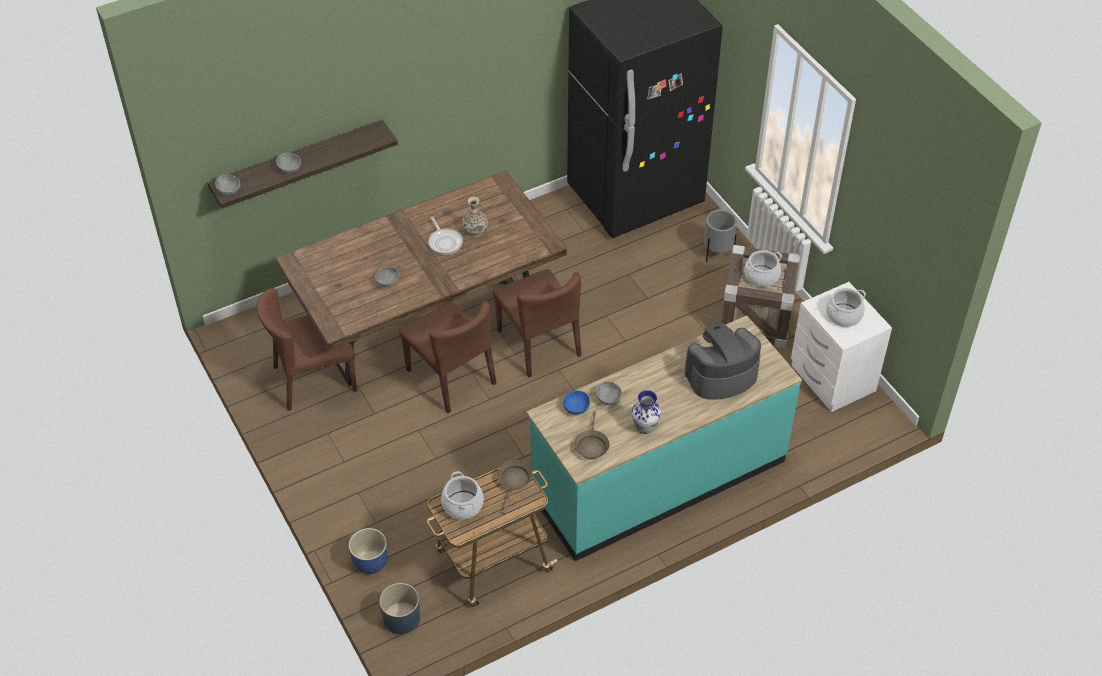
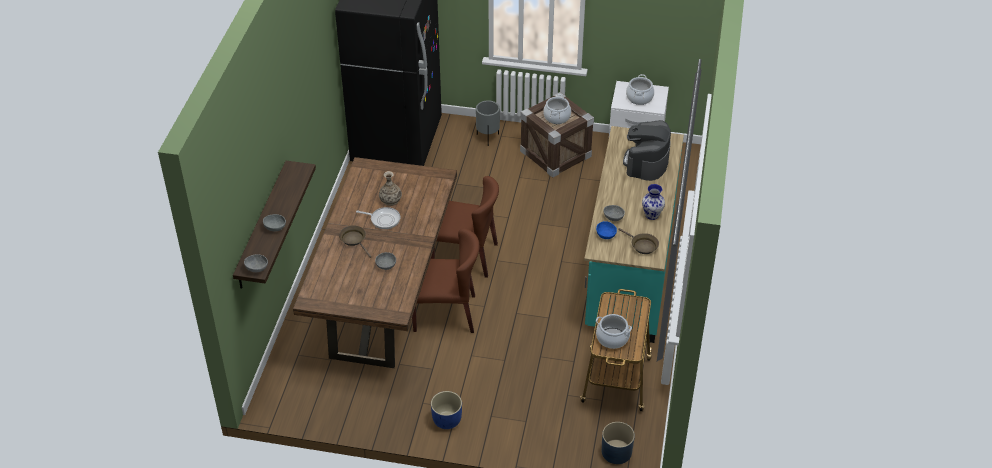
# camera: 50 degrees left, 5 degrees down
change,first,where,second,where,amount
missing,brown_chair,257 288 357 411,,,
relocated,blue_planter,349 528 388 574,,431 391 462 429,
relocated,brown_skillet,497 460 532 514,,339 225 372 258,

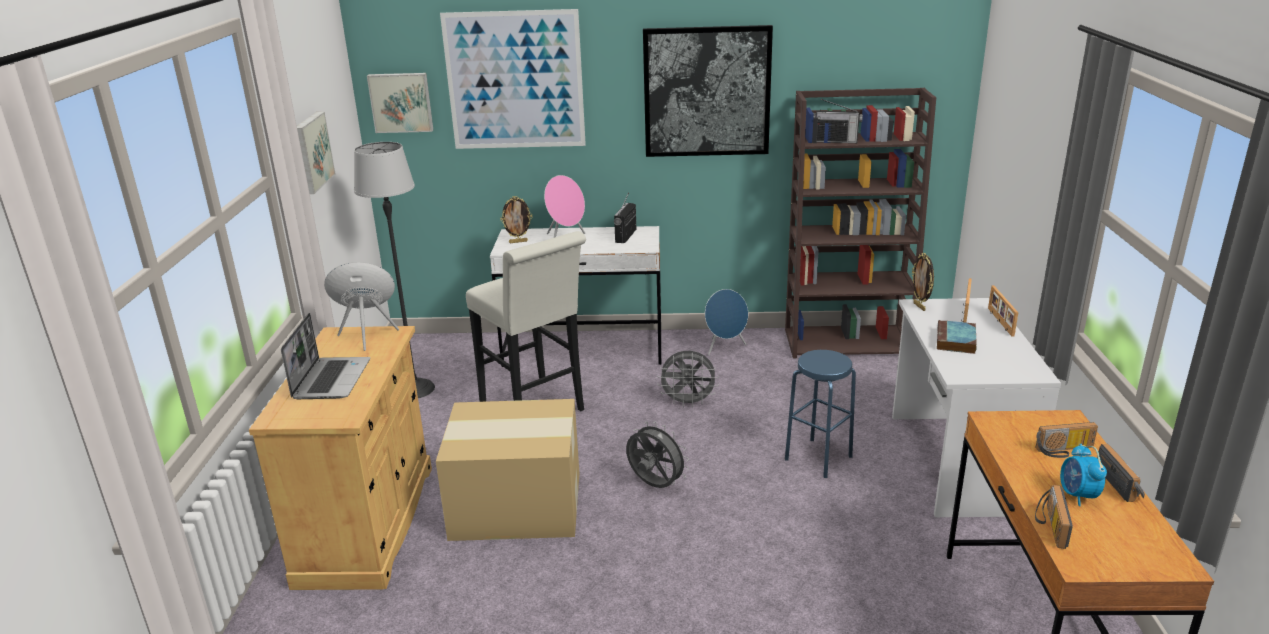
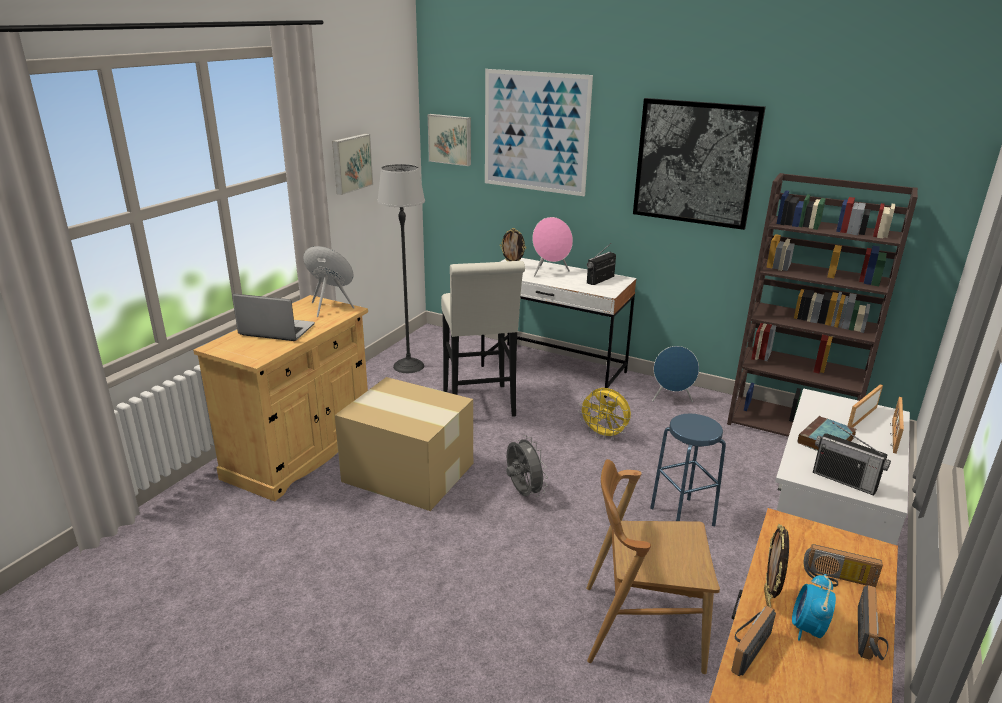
# camera: 25 degrees right, 0 degrees up
change,first,where,second,where,amount
spun,notebook_computer,281 313 370 399,,232 294 315 341,105 degrees counterclockwise
colour,grey_cooling_fan,657 351 719 407,yellowish_cooling_fan,578 388 631 440,
relocated,radio_set,813 99 863 143,,813 422 891 496,
relocated,picture_frame,912 253 934 311,,764 524 789 607,
appeared,,,brown_chair,586 459 720 674,

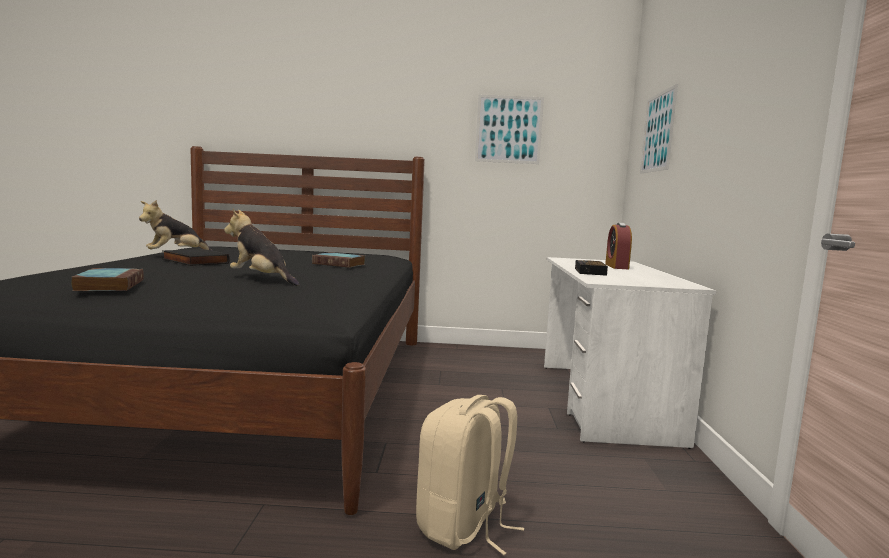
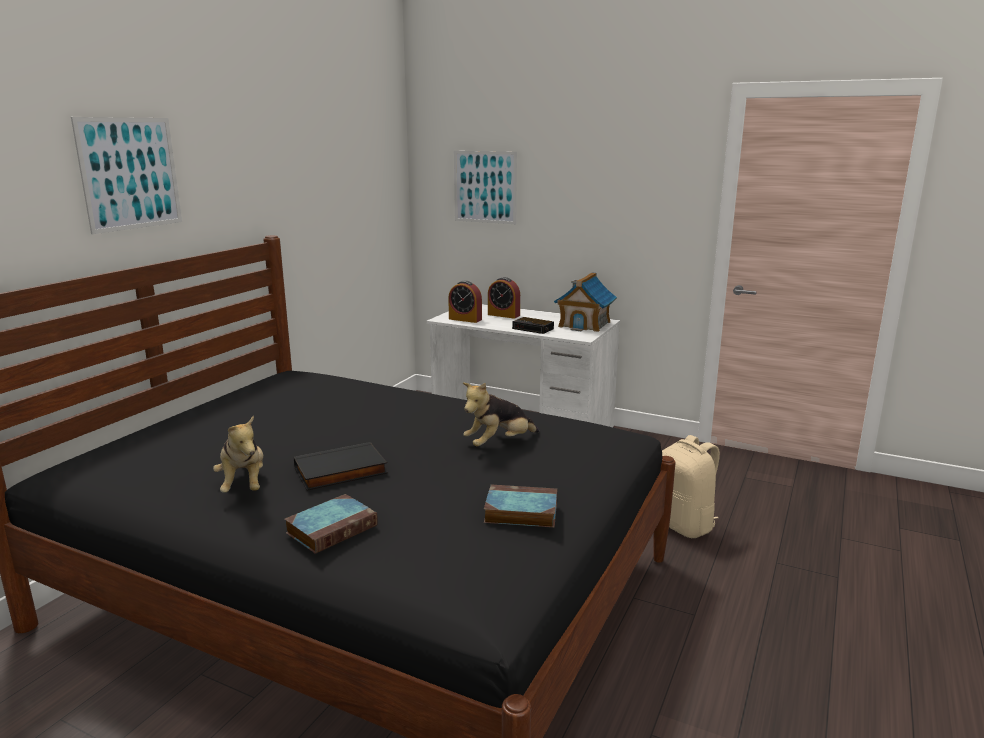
# camera: 65 degrees left, 10 degrees up
change,first,where,second,where,amount
relocated,volume,312 252 365 268,,285 494 378 554,
relocated,picture,475 95 544 164,,71 117 182 234,
appeared,,,alarm_clock,448 280 482 323,
appeared,,,toy_house,554 273 617 332,

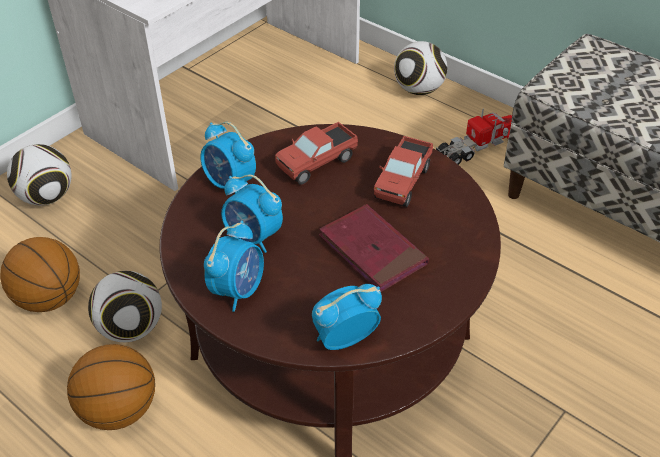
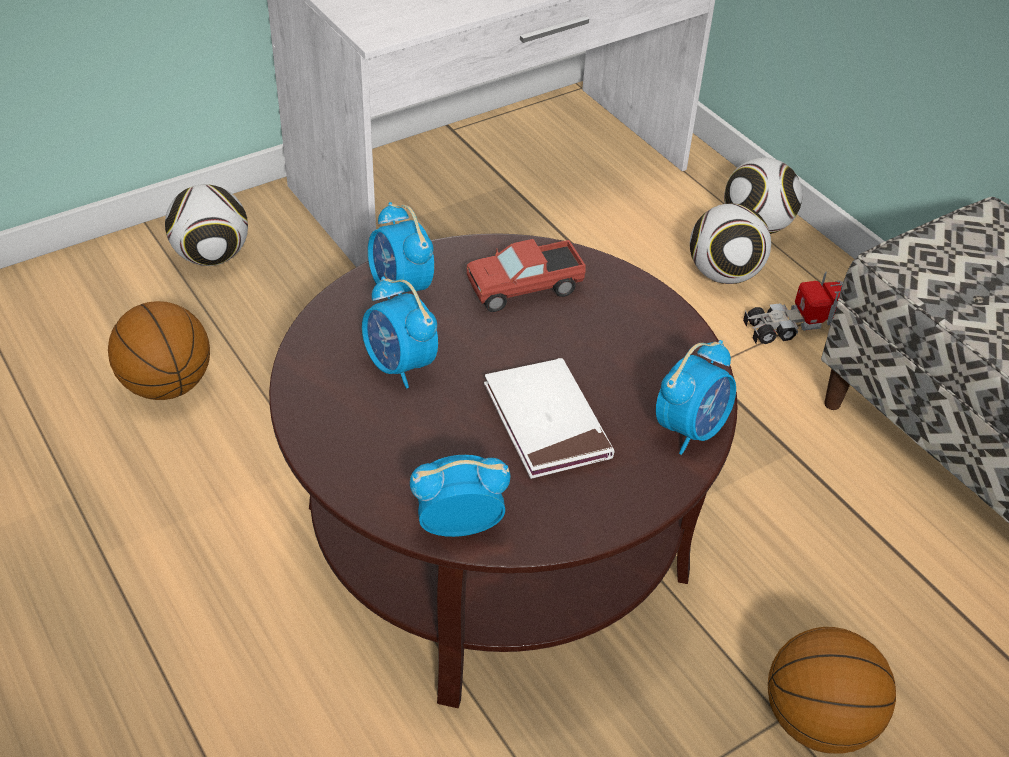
# camera: 15 degrees right, 0 degrees up
change,first,where,second,where,amount
relocated,basketball,67 344 155 430,,768 627 896 754,
relocated,football,88 271 162 342,,690 203 771 284,
relocated,alarm_clock,204 221 264 312,,656 340 736 455,
colour,red-coloured_volume,319 204 429 292,white-coloured_volume,484 358 614 479,
missing,model_truck,374 136 433 207,,,

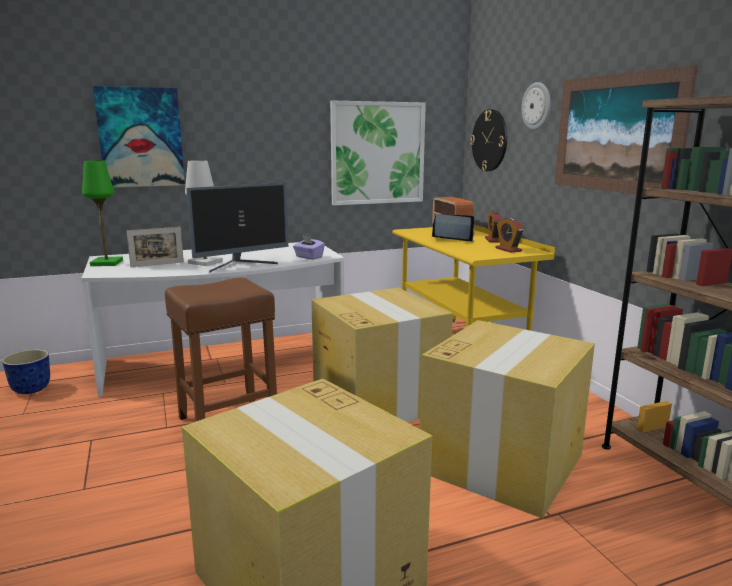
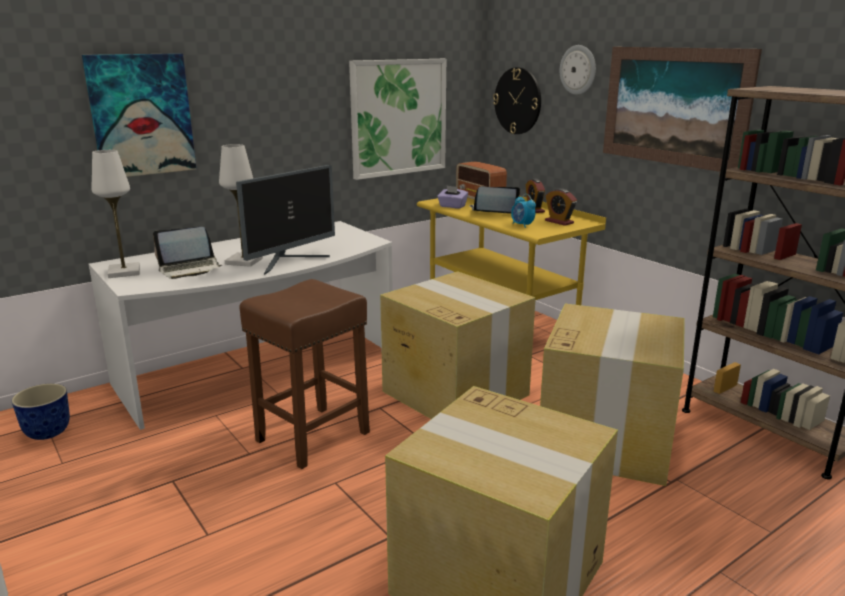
# camera: 15 degrees left, 5 degrees up
change,first,where,second,where,amount
colour,green_table_lamp,82 160 123 266,white-coloured_table_lamp,92 150 140 278,
exchanged,picture_frame,126 227 184 267,notebook_computer,153 227 222 279,
relocated,purplish_tissue_box,293 235 325 260,,437 185 468 209,
appeared,,,alarm_clock,511 194 536 228,

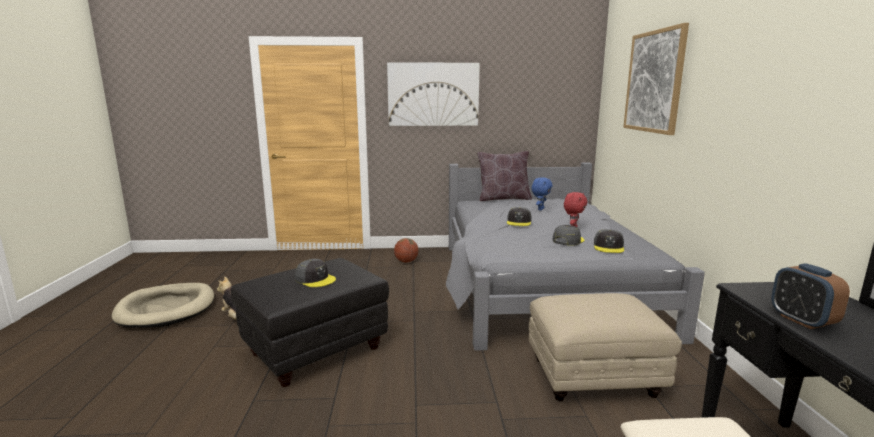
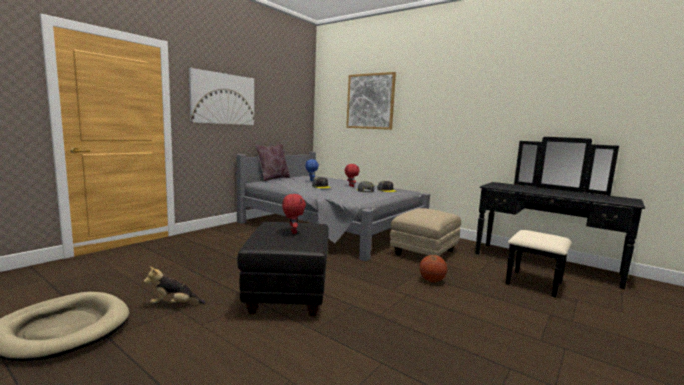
# camera: 50 degrees left, 5 degrees down
change,first,where,second,where,amount
exchanged,grey_peaked_cap,295 259 336 287,red-coloured_cuddly_toy,282 194 306 234,
relocated,basketball,394 238 419 263,,419 255 447 282,
missing,alarm_clock,771 263 850 329,,,

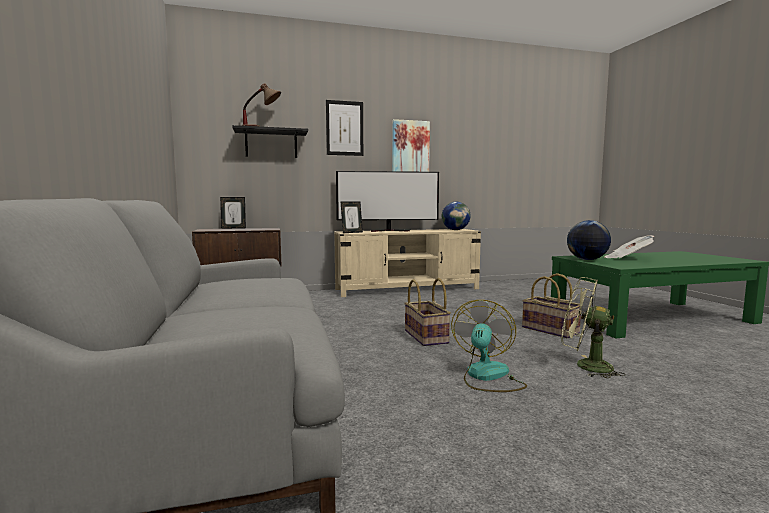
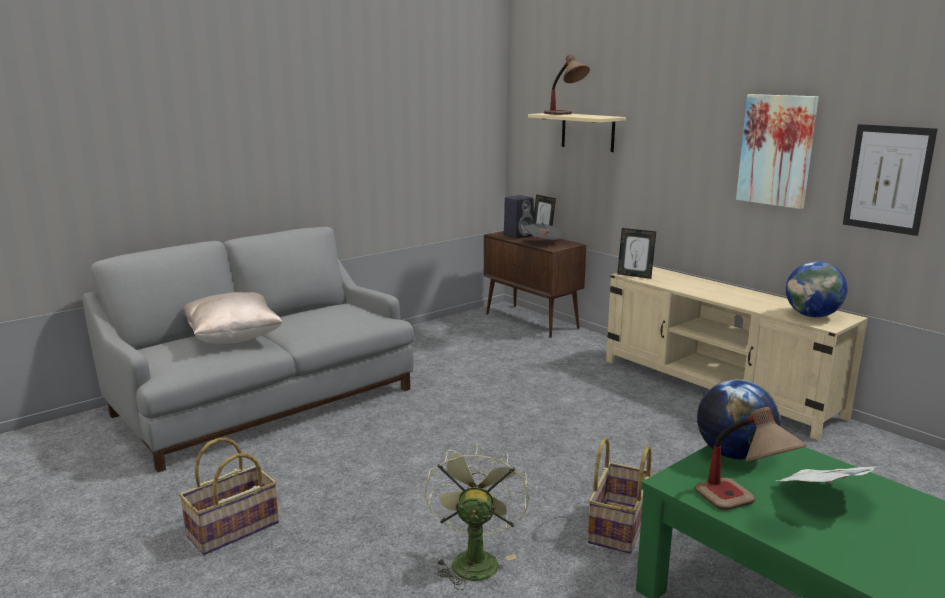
# camera: 65 degrees right, 10 degrees up
change,first,where,second,where,amount
colour,black-coloured_bracket_shelf,232 125 308 158,beige_bracket_shelf,528 113 626 152,
relocated,picture,326 100 363 156,,843 124 938 236,
missing,television,336 171 439 232,,,
relocated,household_basket,404 278 451 346,,179 438 279 555,
missing,cooling_fan,451 300 527 392,,,
appeared,,,beige_pillow,183 292 282 344,
appeared,,,black-coloured_audio_speaker,504 195 534 238,
appeared,,,daily_paper,522 223 564 239,
appeared,,,table_lamp,695 407 807 510,

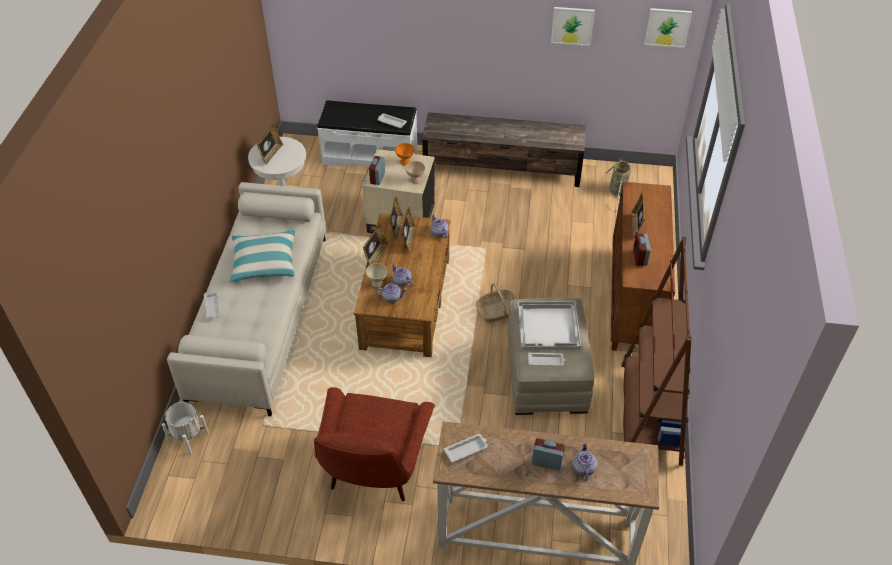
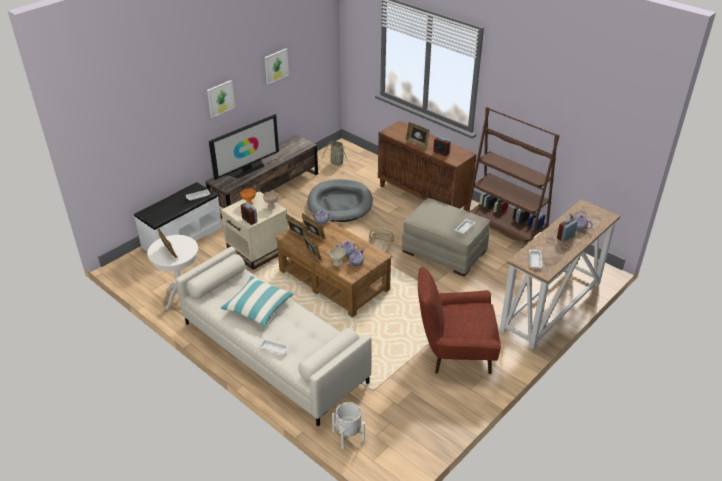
# camera: 55 degrees left, 10 degrees down
change,first,where,second,where,amount
spun,red-coloured_lounge_chair,314 387 435 501,,418 267 501 374,135 degrees clockwise
missing,white-coloured_tray,518 301 581 350,,,
relocated,picture,644 8 692 48,,207 80 235 118,
appeared,,,television,209 114 279 180,
appeared,,,grey_dog_bed,307 179 373 222,

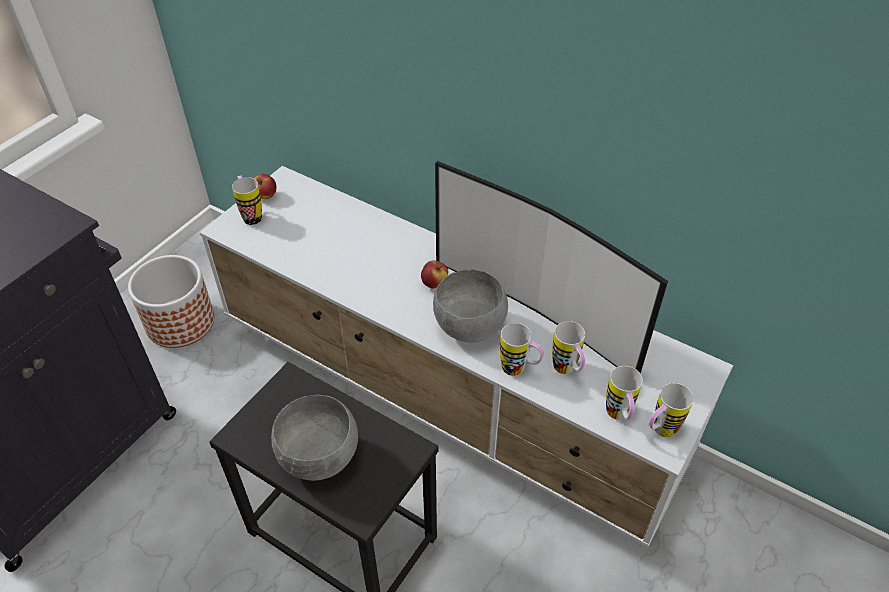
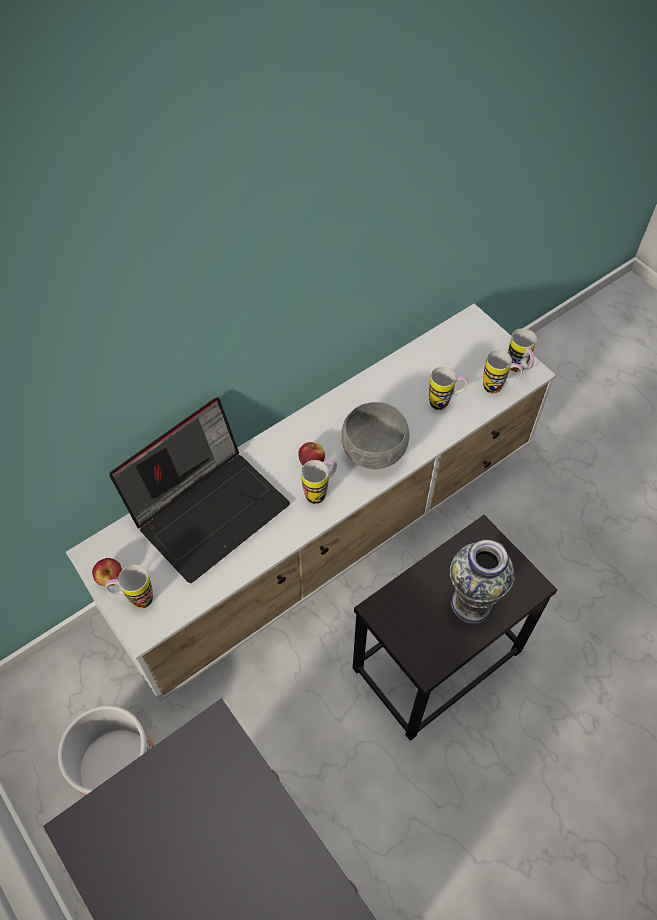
# camera: 70 degrees left, 10 degrees up
change,first,where,second,where,amount
exchanged,grey_bowl,271 395 358 481,decorative_vase,450 540 515 624,
missing,television,435 161 668 374,,,
relocated,mug,500 323 544 376,,301 460 337 504,
appeared,,,notebook_computer,109 397 290 583,

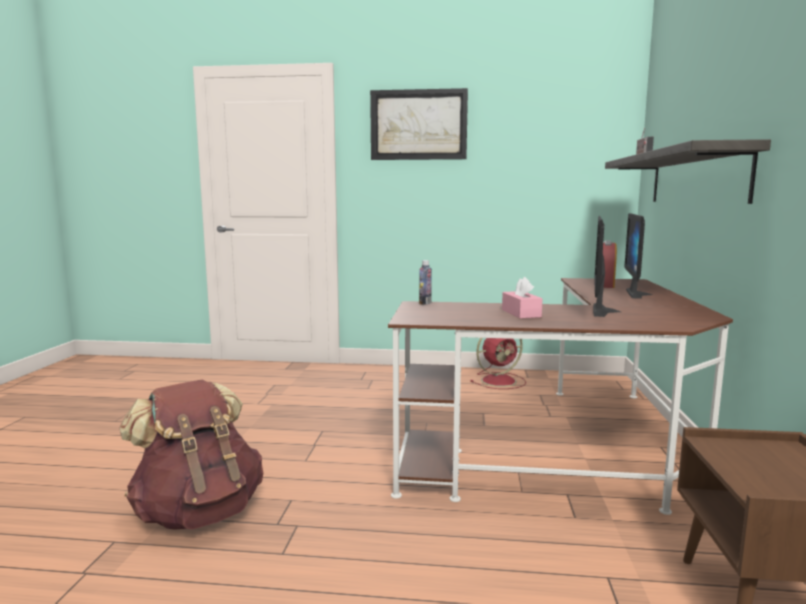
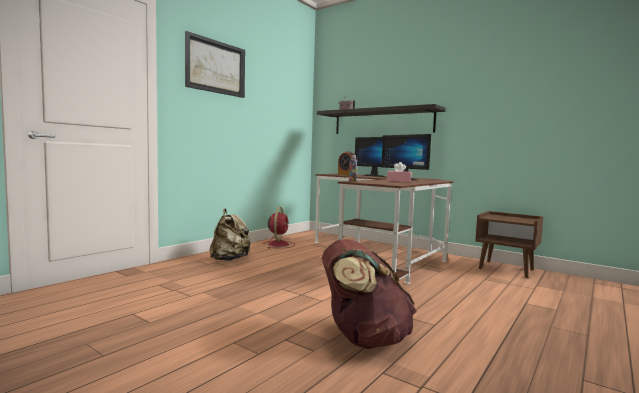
# camera: 60 degrees left, 5 degrees down
change,first,where,second,where,amount
appeared,,,beige_rucksack,209 209 251 261,

